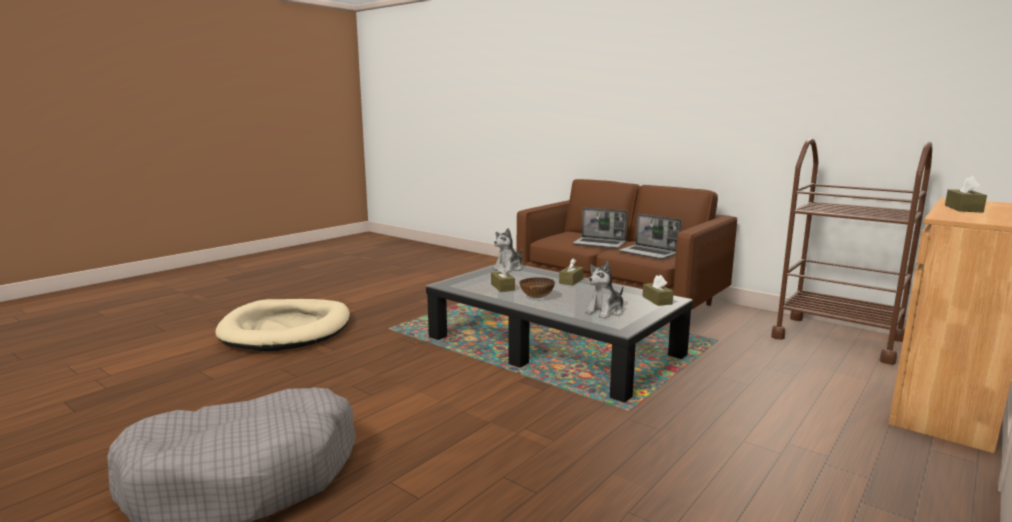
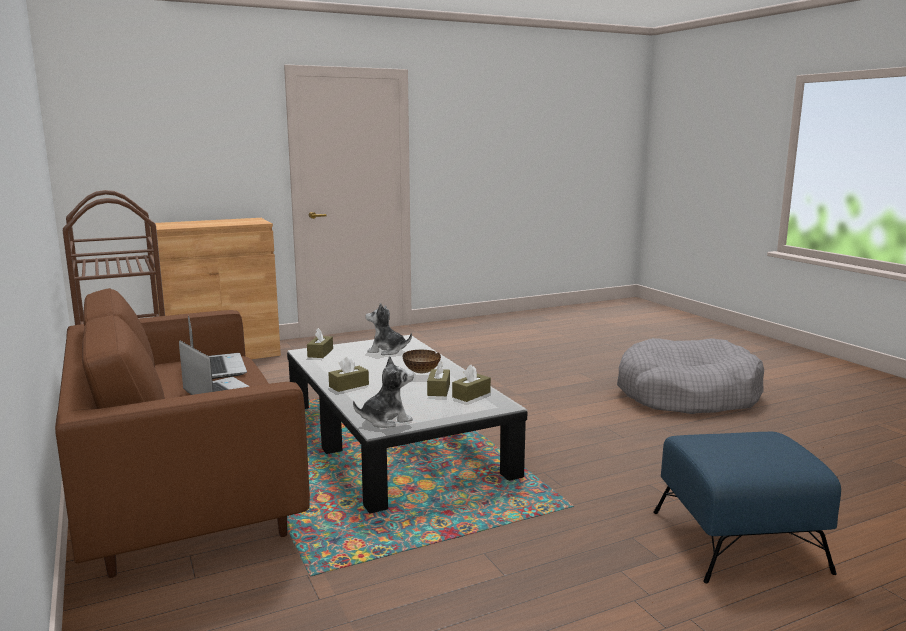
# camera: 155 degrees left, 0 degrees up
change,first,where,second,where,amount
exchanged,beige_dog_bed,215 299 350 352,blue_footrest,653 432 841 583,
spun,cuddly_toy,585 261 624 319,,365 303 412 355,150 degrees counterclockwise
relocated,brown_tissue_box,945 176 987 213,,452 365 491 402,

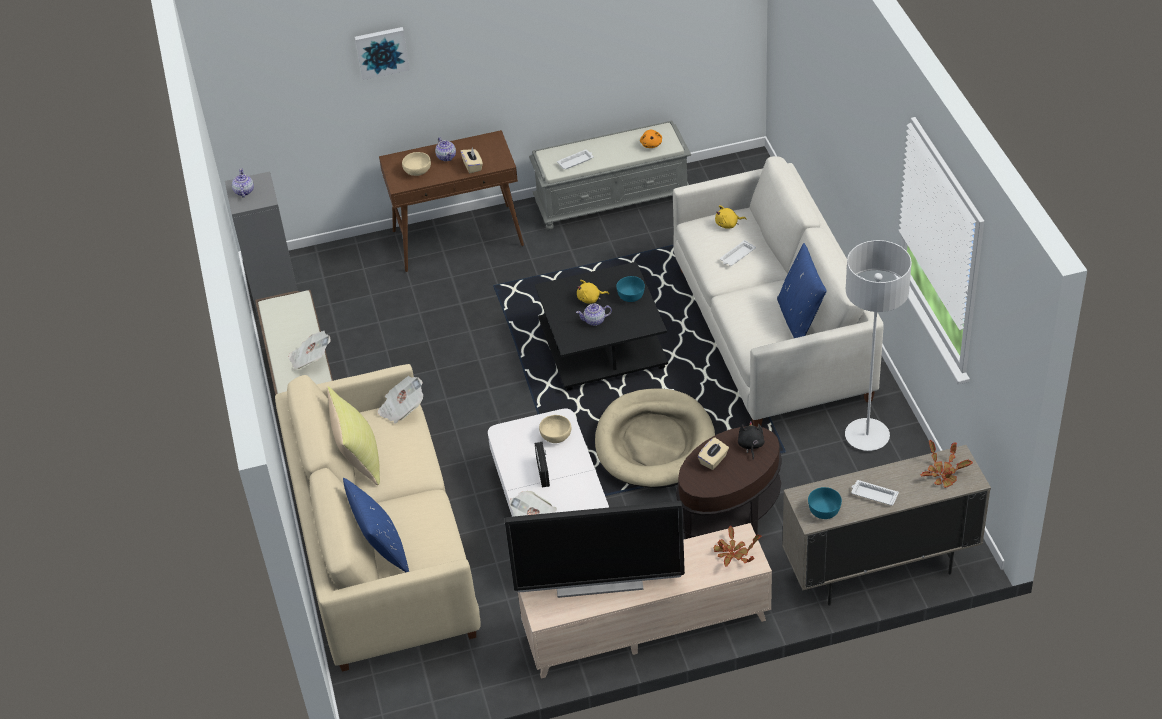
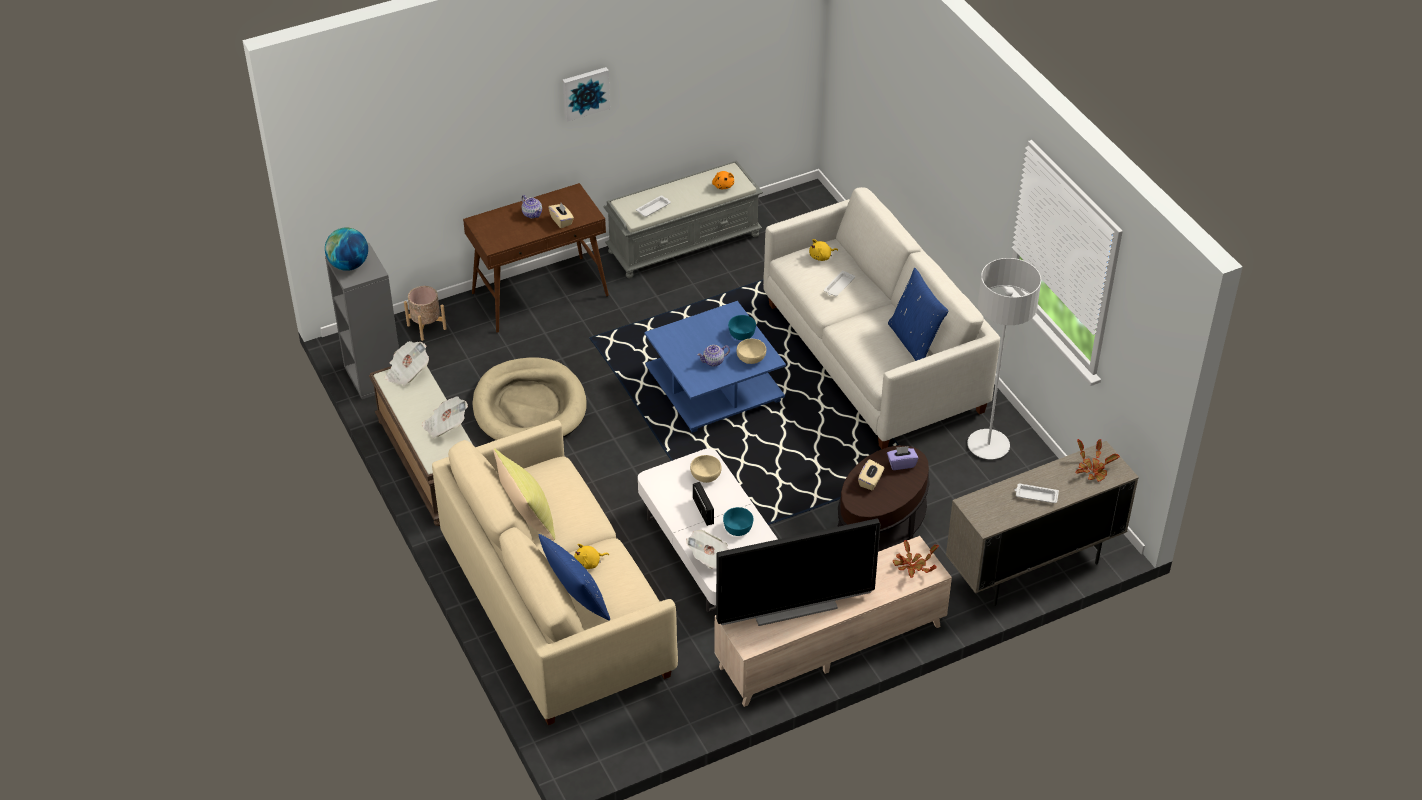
# camera: 15 degrees left, 0 degrees up
change,first,where,second,where,amount
exchanged,pot_for_tea,232 168 254 198,world_globe,325 227 368 271,
relocated,picture,355 27 410 80,,563 67 610 122,
relocated,daily_paper,377 376 423 424,,385 341 429 386,
relocated,beige_bowl,402 152 431 176,,736 339 766 364,
colour,black-coloured_coffee_table,535 262 668 391,blue_coffee_table,645 301 786 433,
relocated,yellowish_cuddly_toy,577 280 609 304,,574 544 609 569,
relocated,beige_dog_bed,595 388 715 488,,472 357 586 440,
exchanged,black-coloured_cuddly_toy,738 421 765 460,purplish_tissue_box,887 446 918 470,
relocated,turquoise-coloured_bowl,808 487 842 519,,723 507 753 536,
appeared,,,beige_planter,404 286 447 341,

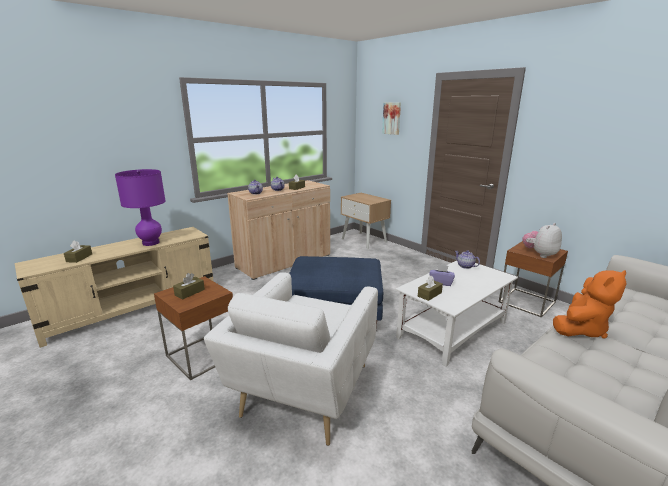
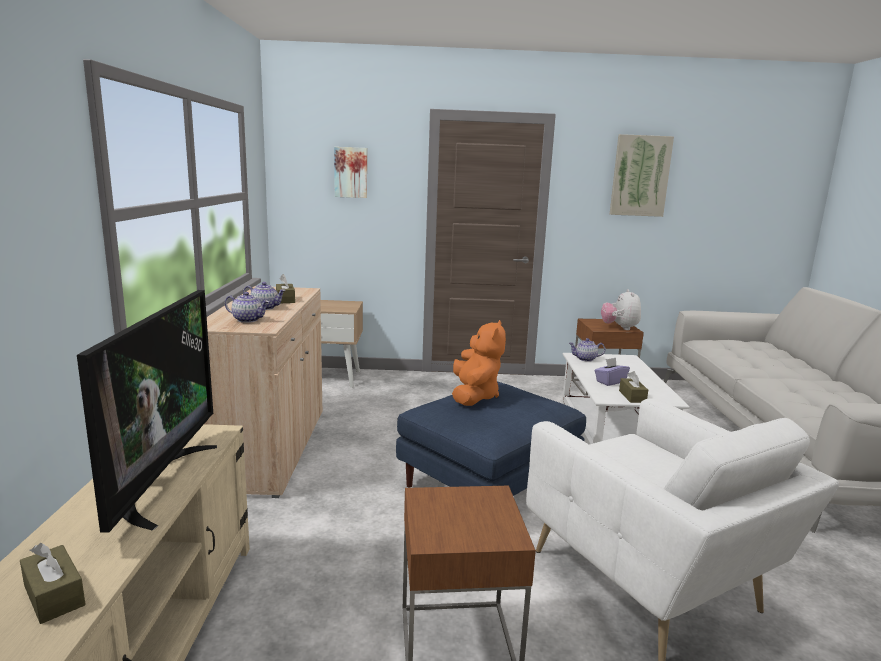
# camera: 50 degrees left, 5 degrees down
change,first,where,second,where,amount
exchanged,purplish_table_lamp,115 169 166 246,television,77 290 217 533,
missing,brown_tissue_box,173 273 205 299,,,
relocated,orangey_cuddly_toy,553 270 627 338,,452 320 506 406,
appeared,,,picture,610 134 674 217,

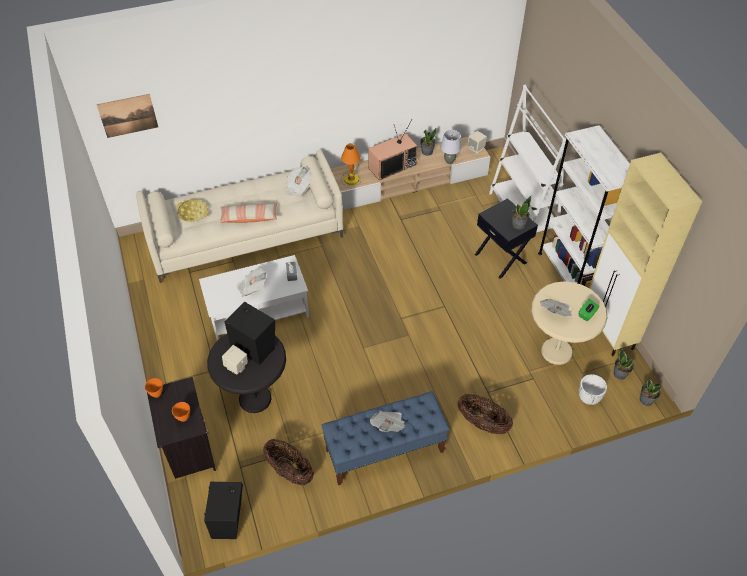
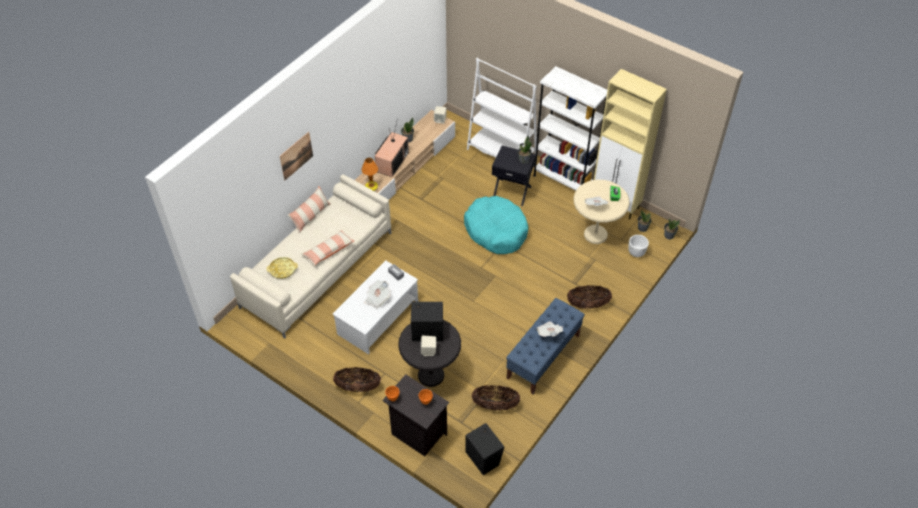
# camera: 35 degrees left, 0 degrees up
change,first,where,second,where,amount
relocated,picture,97 94 158 138,,280 132 313 180,
missing,daily_paper,285 167 312 196,,,
missing,grey_table_lamp,441 130 461 164,,,
appeared,,,pillow,288 186 330 234,
appeared,,,household_basket,333 367 381 392,
appeared,,,turquoise-coloured_dog_bed,464 196 528 254,

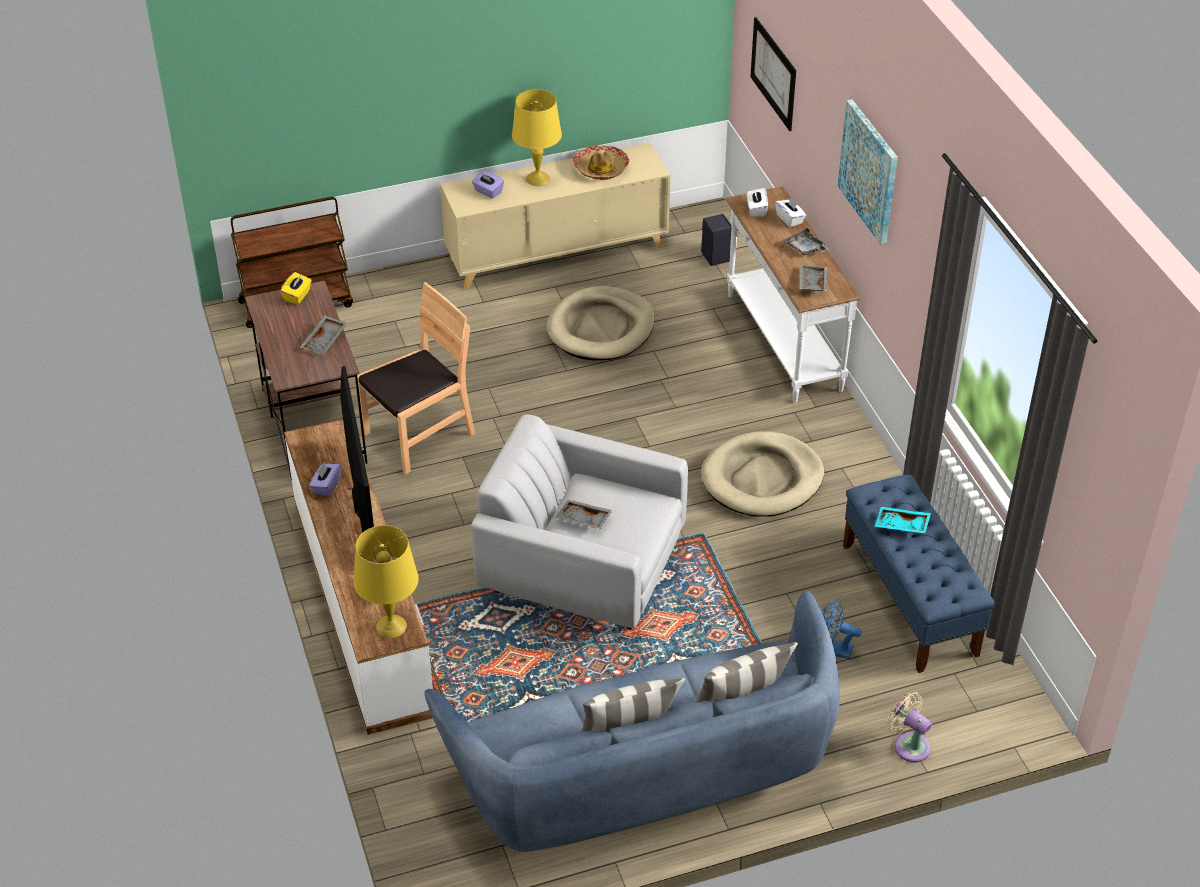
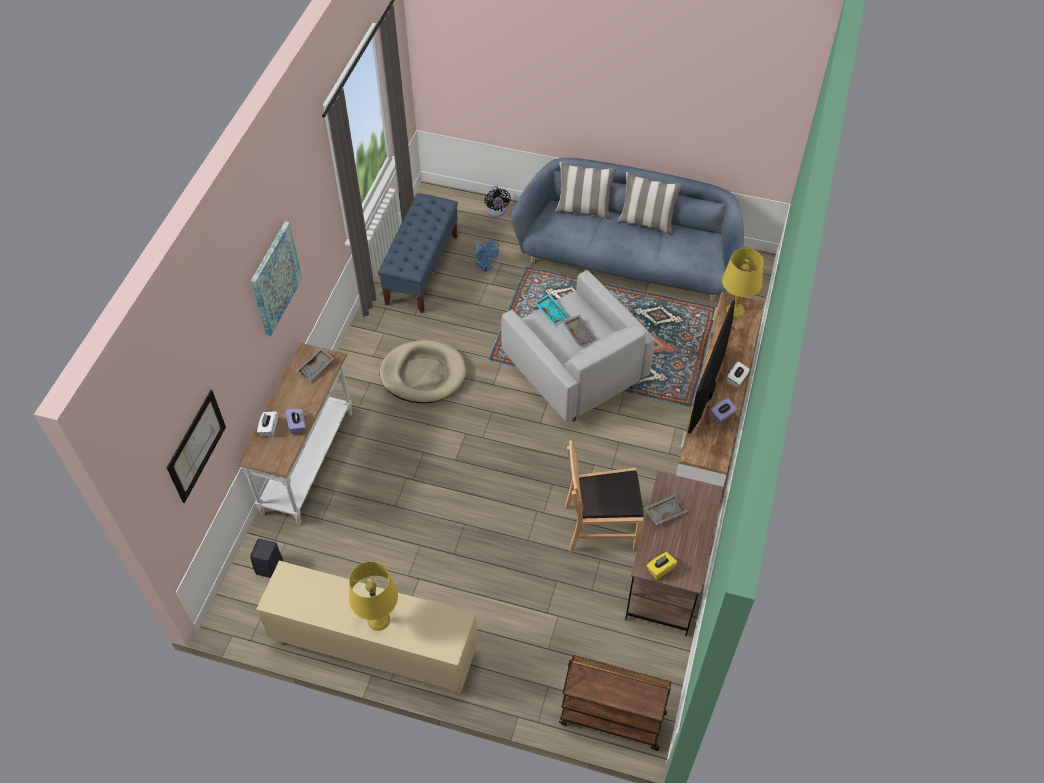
# camera: 145 degrees left, 10 degrees up
change,first,where,second,where,amount
relocated,purplish_tissue_box,472 171 504 199,,286 408 305 434,
missing,beige_dog_bed,547 286 655 360,,,
missing,wearable_hat,573 145 629 180,,,
relocated,white-coloured_tissue_box,747 188 768 217,,727 361 750 388,
missing,grey_tray,785 228 828 256,,,
relocated,turquoise-coloured_tray,875 507 931 533,,534 294 569 325,
colour,beige_cooling_fan,887 691 932 762,black-coloured_cooling_fan,484 186 511 217,

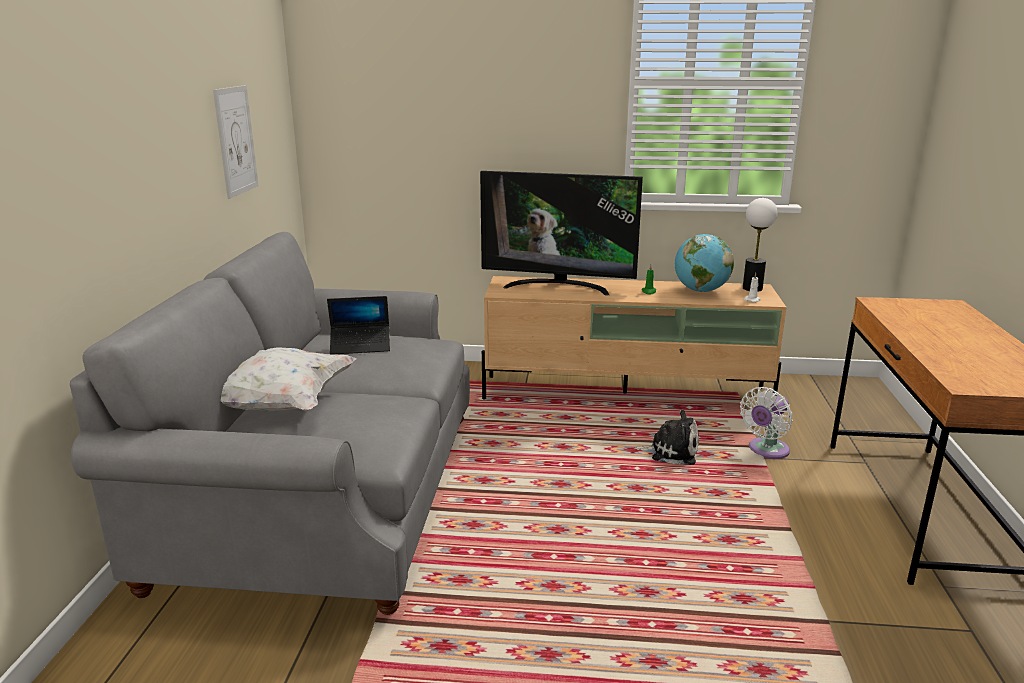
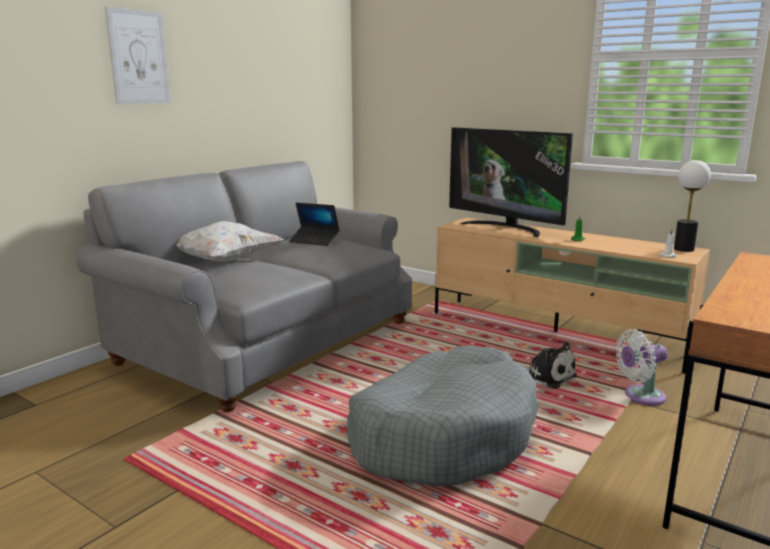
# camera: 30 degrees right, 5 degrees down
change,first,where,second,where,amount
relocated,picture,213 85 259 199,,105 6 170 104,
missing,world_globe,675 234 734 292,,,
appeared,,,grey_dog_bed,347 346 539 486,

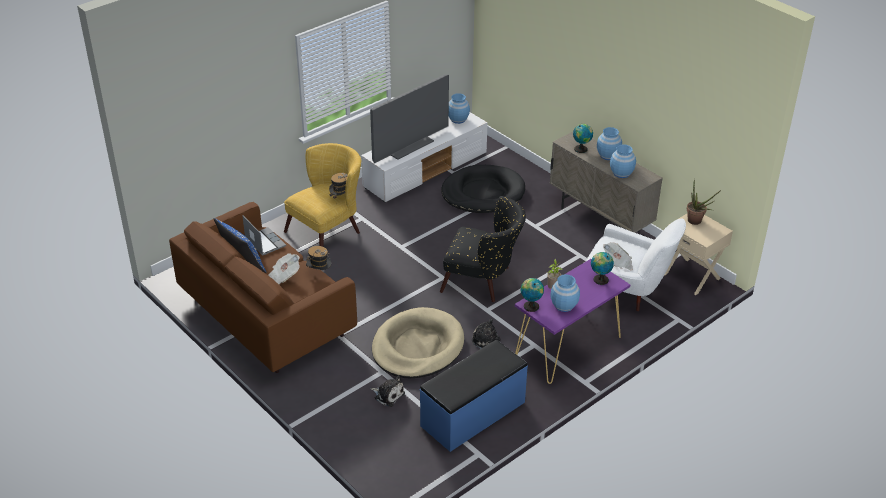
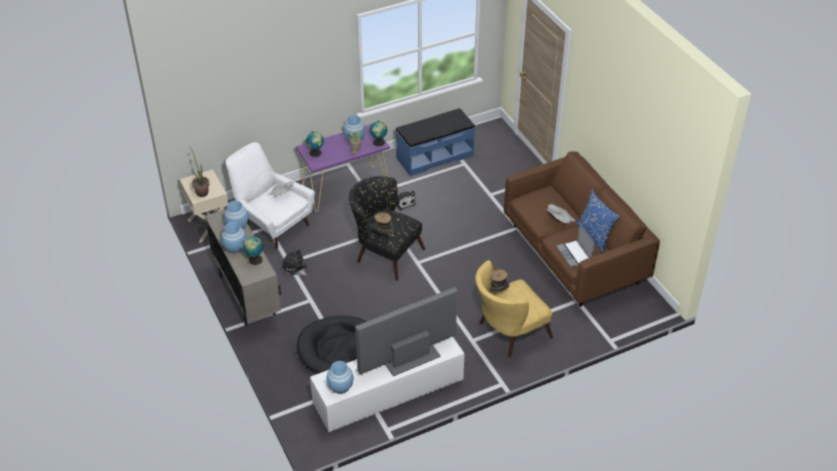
# camera: 165 degrees left, 5 degrees up
change,first,where,second,where,amount
relocated,wearable_hat,306 246 331 272,,373 212 394 236,
relocated,cuddly_toy,370 376 405 407,,282 249 307 276,
missing,beige_dog_bed,372 307 464 378,,,

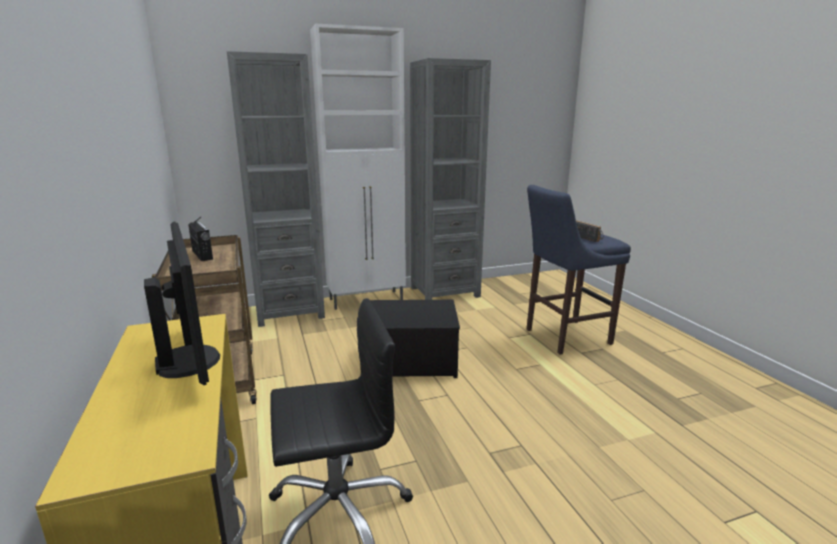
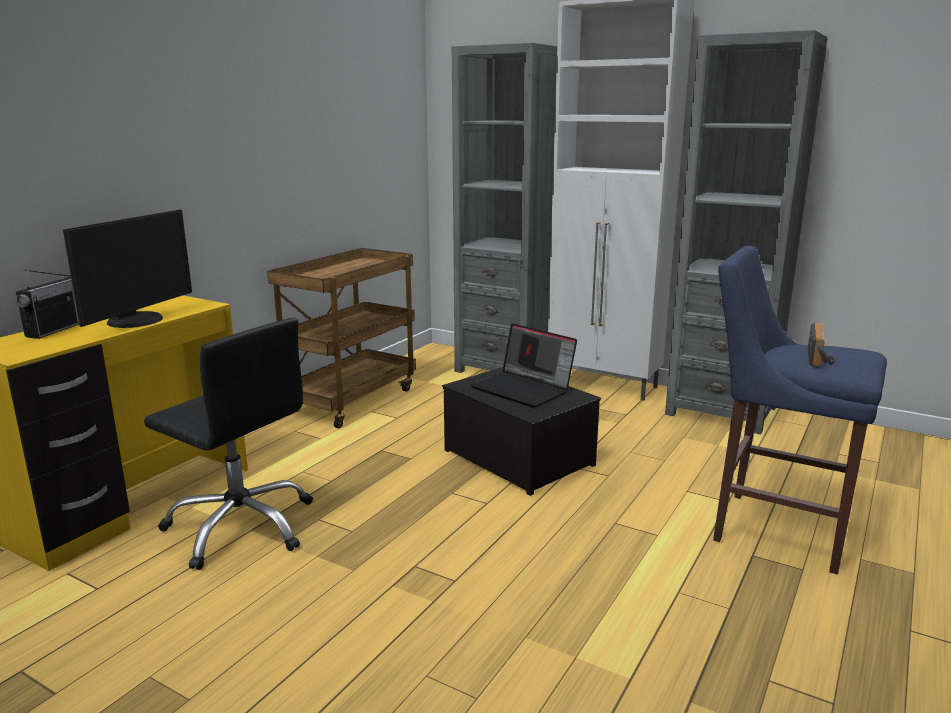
# camera: 50 degrees right, 0 degrees up
change,first,where,second,where,amount
relocated,radio_set,188 217 213 261,,16 269 79 339,
appeared,,,notebook_computer,470 324 577 407,

